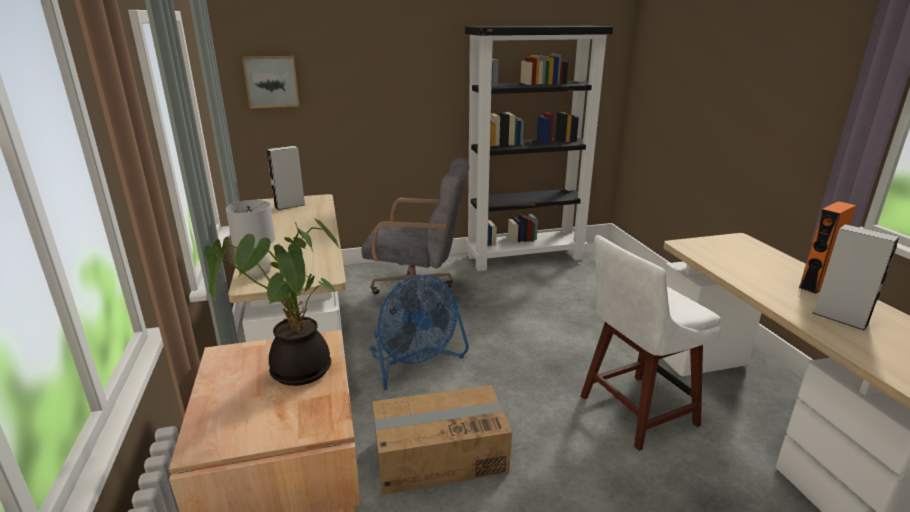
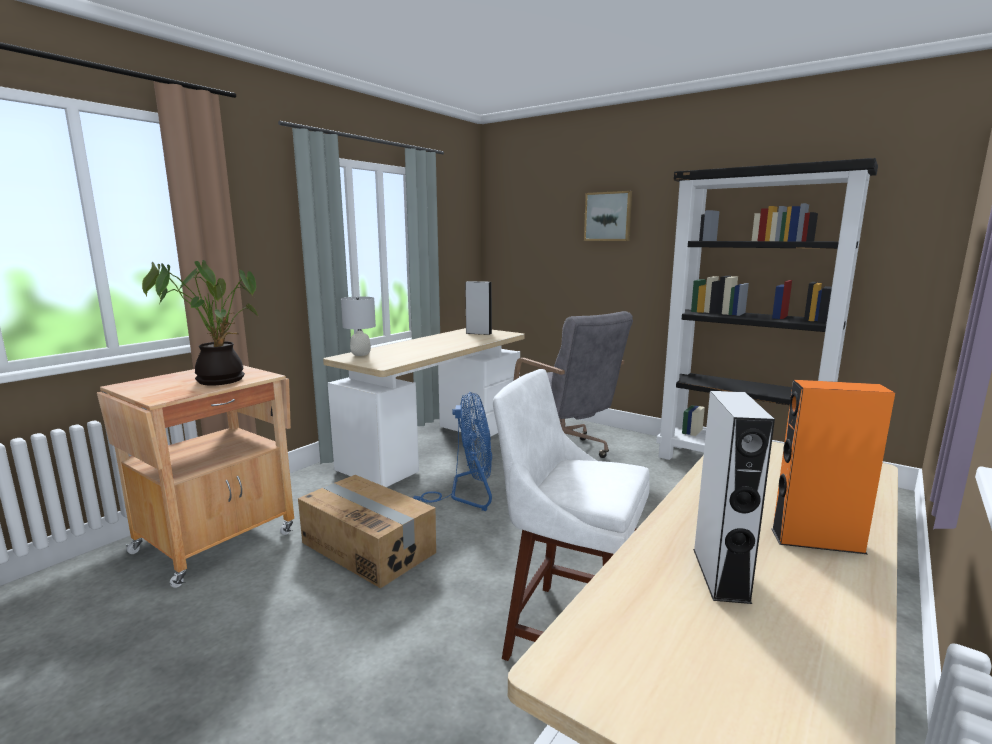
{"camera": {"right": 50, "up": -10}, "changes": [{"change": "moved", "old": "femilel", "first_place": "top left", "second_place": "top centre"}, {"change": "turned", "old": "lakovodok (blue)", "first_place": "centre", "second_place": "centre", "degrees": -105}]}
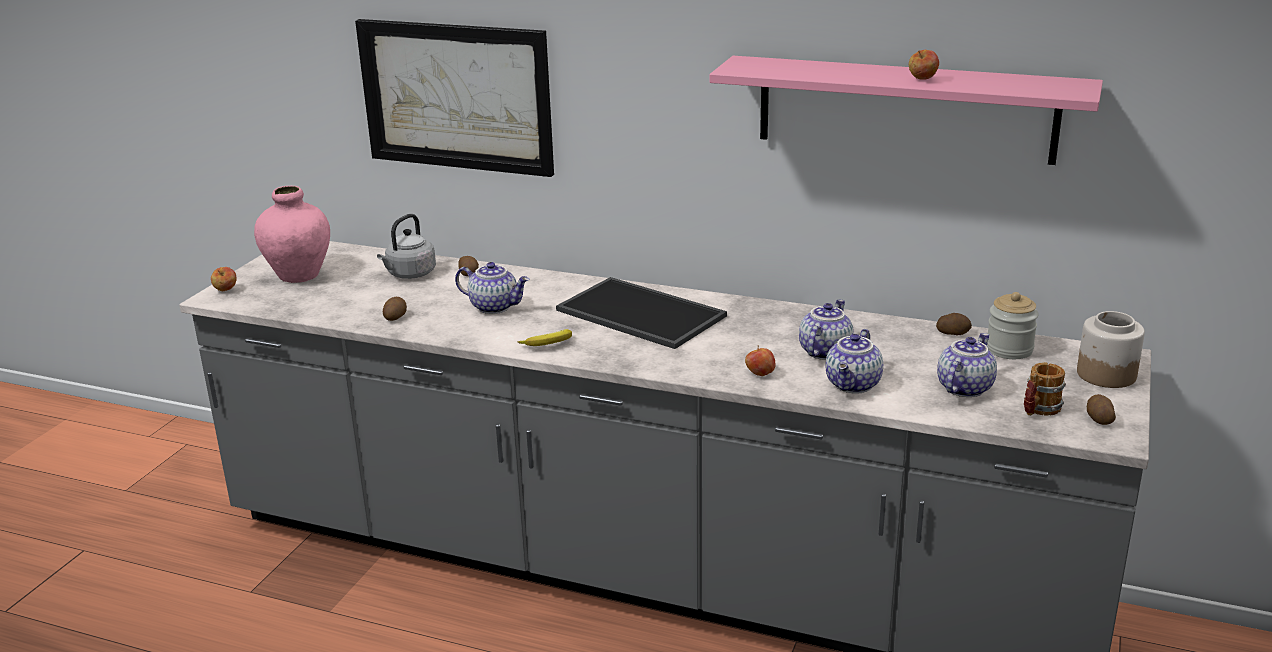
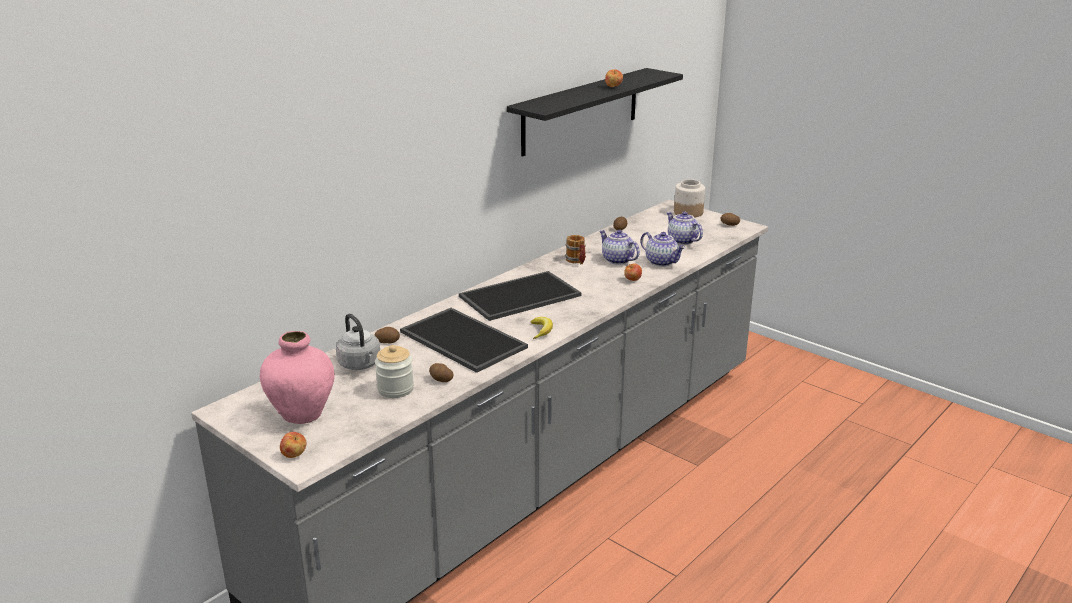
{"camera": {"right": -70, "up": 0}, "changes": [{"change": "removed", "old": "femilel", "first_place": "top centre"}, {"change": "moved", "old": "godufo (1st from left)", "first_place": "middle right", "second_place": "centre"}, {"change": "moved", "old": "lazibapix", "first_place": "middle right", "second_place": "centre"}, {"change": "replaced", "old": "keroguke (1st from left)", "new": "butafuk (1st from left)", "first_place": "centre", "second_place": "centre"}, {"change": "recoloured", "old": "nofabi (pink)", "new": "nofabi (black)", "first_place": "top right", "second_place": "top centre"}]}
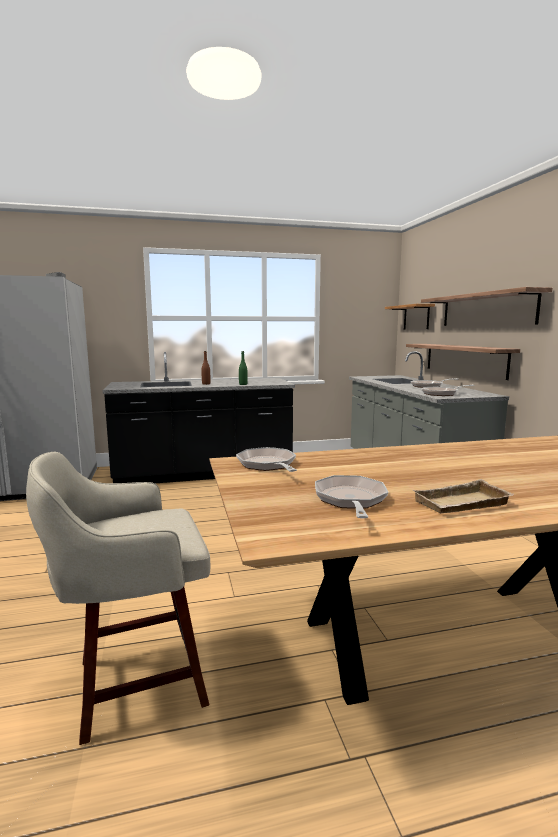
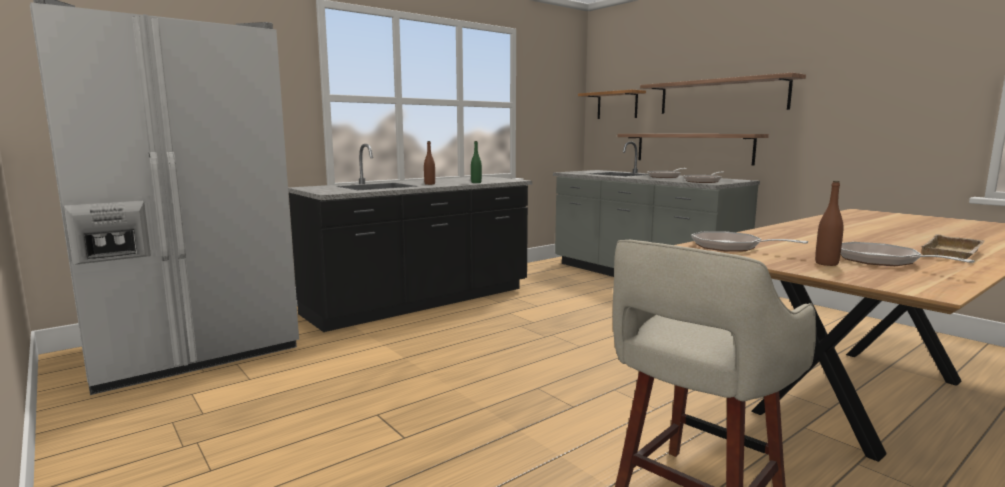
{"camera": {"right": -25, "up": 0}, "changes": [{"change": "added", "new": "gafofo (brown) (2nd from left)", "second_place": "middle right"}]}
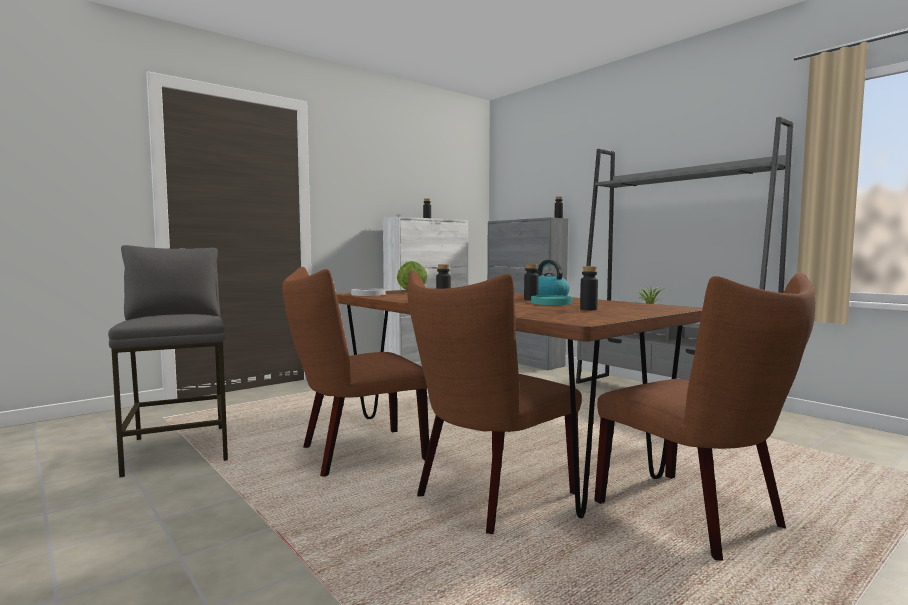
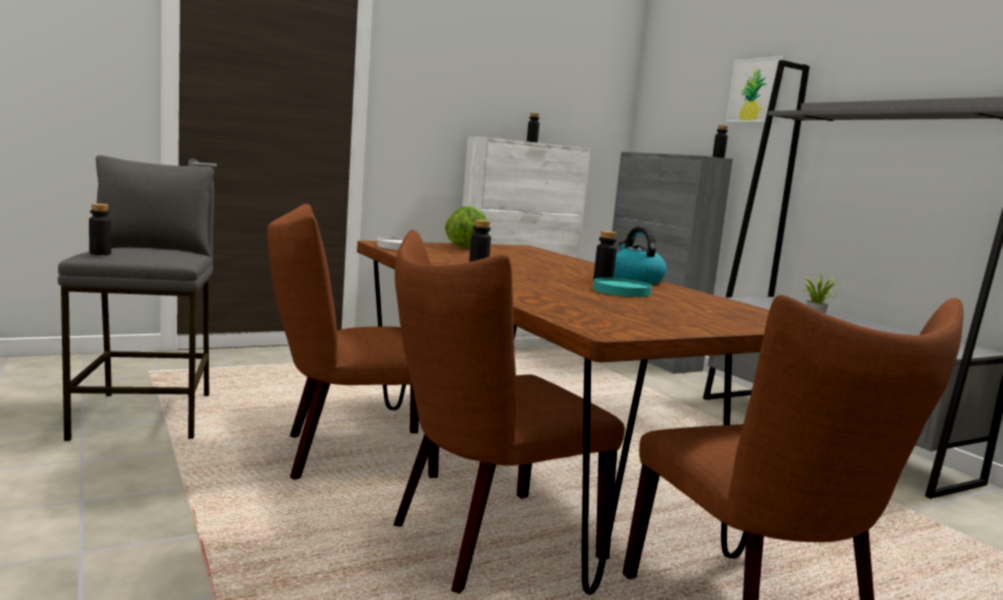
{"camera": {"right": 10, "up": 5}, "changes": [{"change": "added", "new": "femilel", "second_place": "top right"}, {"change": "moved", "old": "gafofo (black) (5th from left in the first image)", "new": "gafofo (black) (1st from left)", "first_place": "centre", "second_place": "middle left"}]}
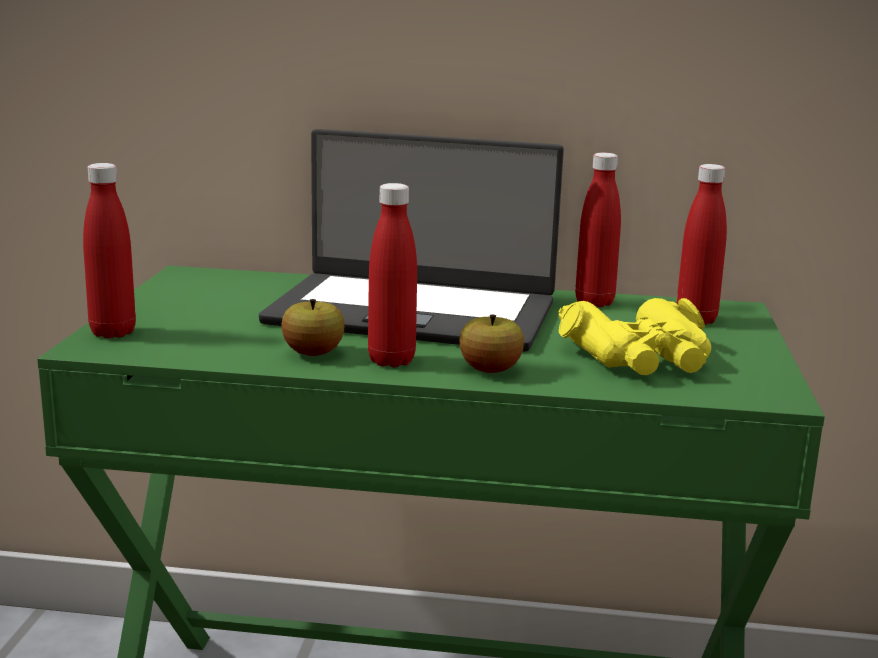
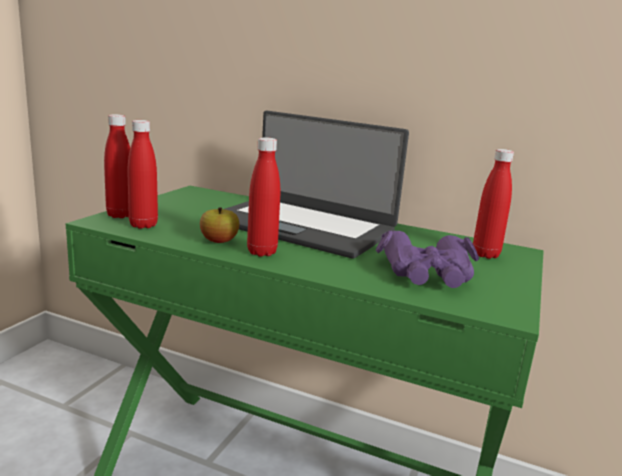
{"camera": {"right": 15, "up": 0}, "changes": [{"change": "removed", "old": "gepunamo (2nd from left)", "first_place": "centre"}, {"change": "moved", "old": "gafofo (red) (3rd from left in the first image)", "new": "gafofo (red) (2nd from left)", "first_place": "middle right", "second_place": "middle left"}, {"change": "recoloured", "old": "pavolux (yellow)", "new": "pavolux (purple)", "first_place": "middle right", "second_place": "middle right"}]}
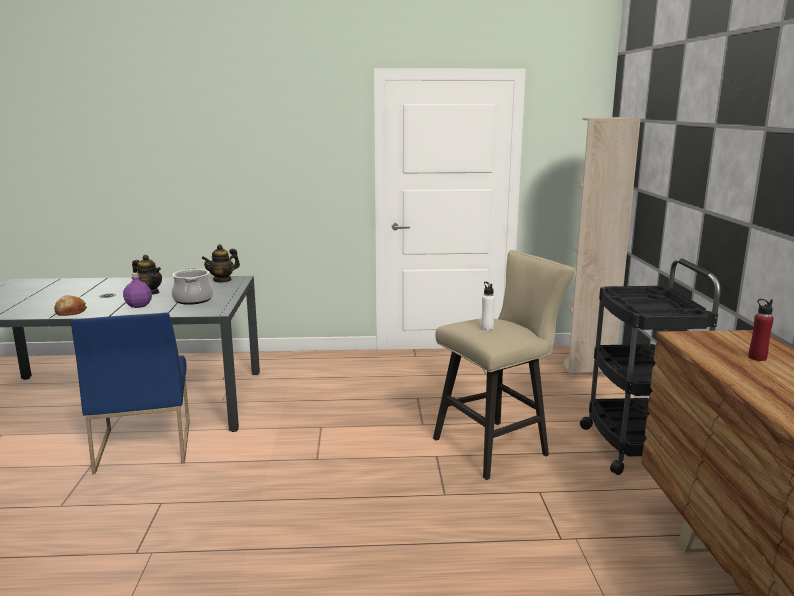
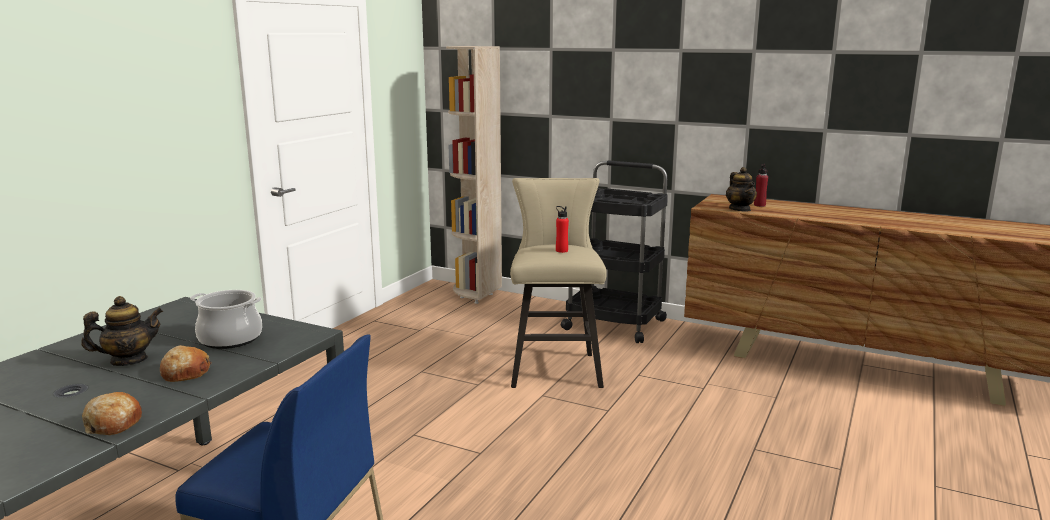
{"camera": {"right": -60, "up": 0}, "changes": [{"change": "moved", "old": "keroguke (2nd from left)", "first_place": "middle left", "second_place": "middle right"}, {"change": "replaced", "old": "gafofo (purple)", "new": "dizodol (2nd from left)", "first_place": "middle left", "second_place": "bottom left"}, {"change": "recoloured", "old": "gafofo (white)", "new": "gafofo (red) (1st from left)", "first_place": "centre", "second_place": "centre"}]}
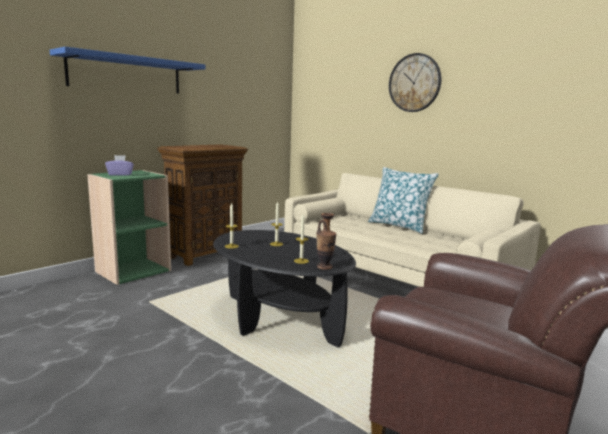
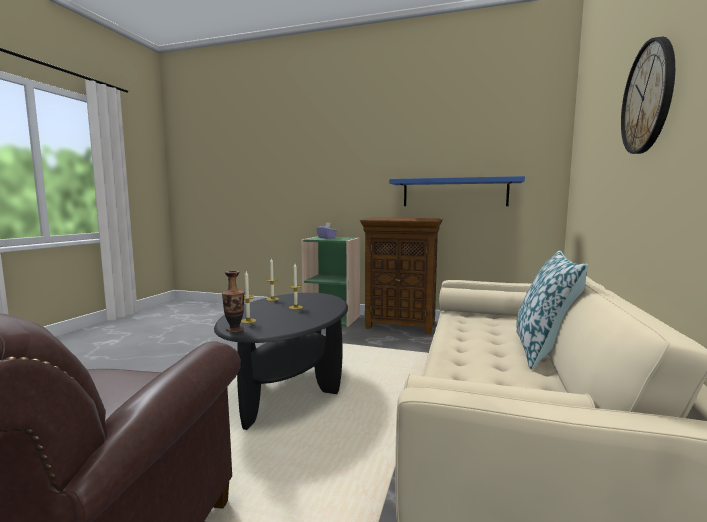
{"camera": {"right": 65, "up": -5}, "changes": [{"change": "moved", "old": "nofabi (blue)", "first_place": "top left", "second_place": "centre"}]}
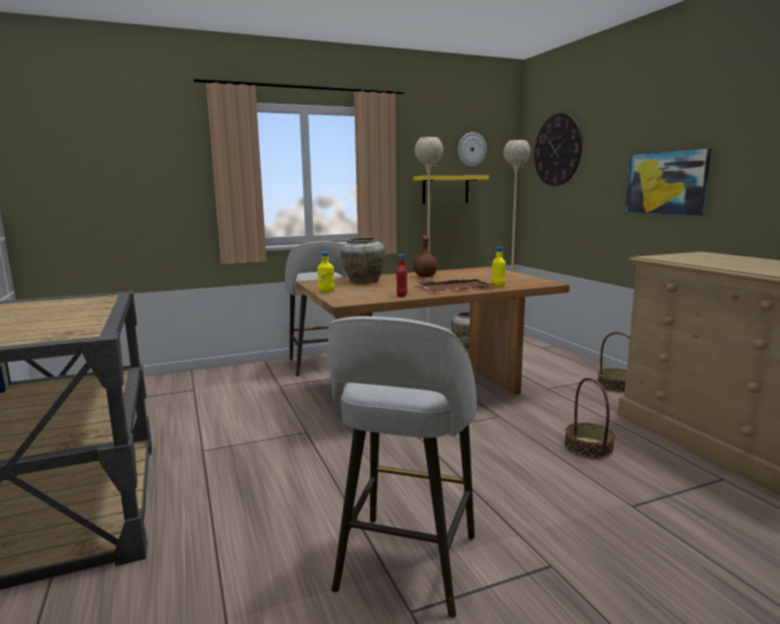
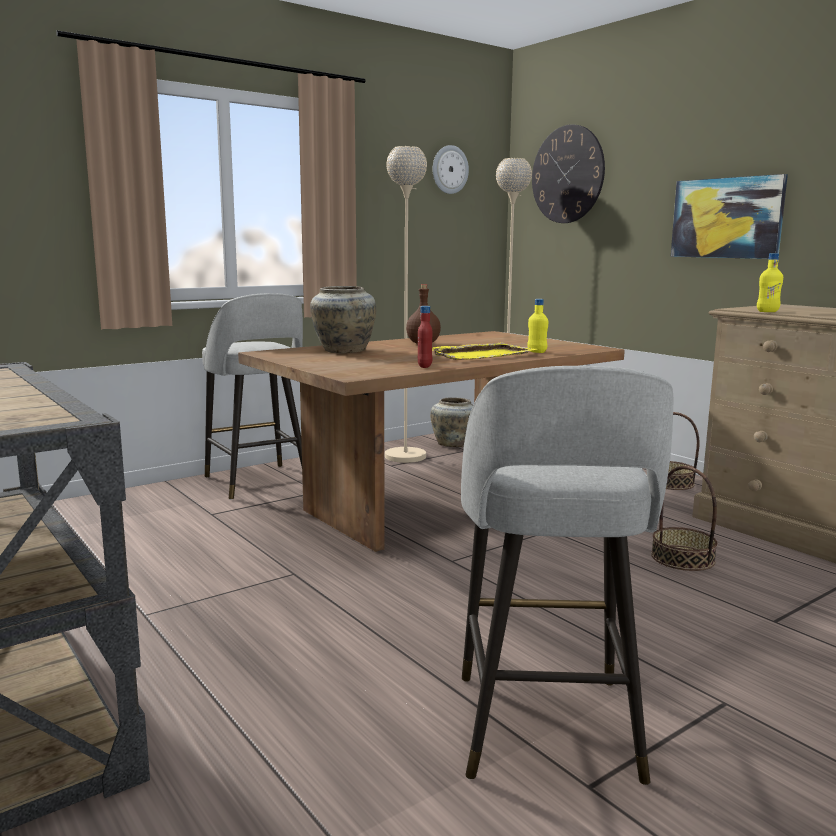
{"camera": {"right": -15, "up": 0}, "changes": [{"change": "removed", "old": "nofabi (yellow)", "first_place": "top centre"}, {"change": "moved", "old": "gafofo (yellow) (1st from left in the first image)", "new": "gafofo (yellow) (2nd from left)", "first_place": "centre", "second_place": "middle right"}, {"change": "recoloured", "old": "butafuk (brown)", "new": "butafuk (yellow)", "first_place": "centre", "second_place": "centre"}]}
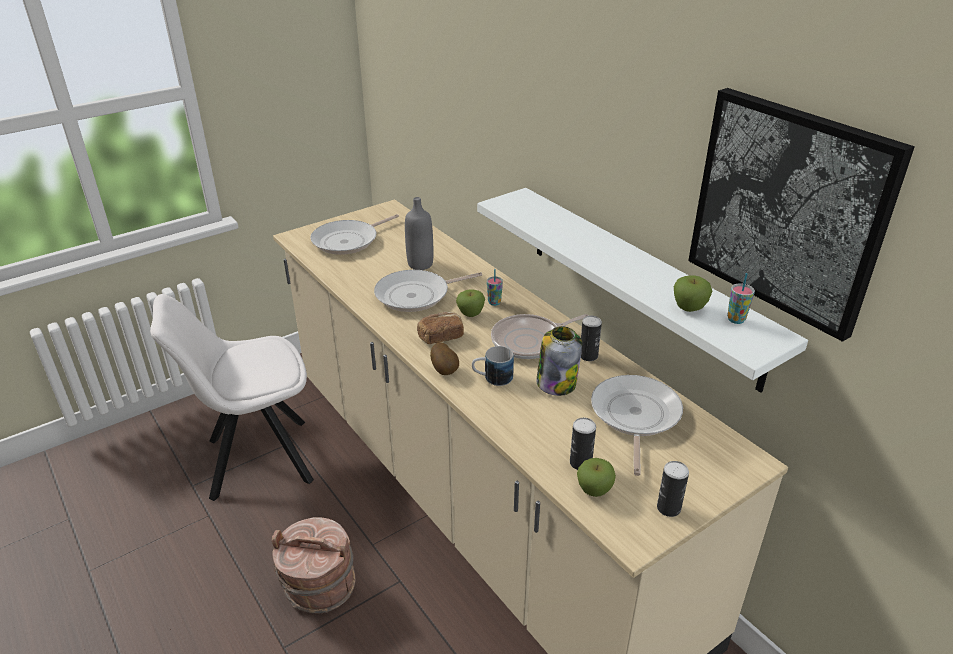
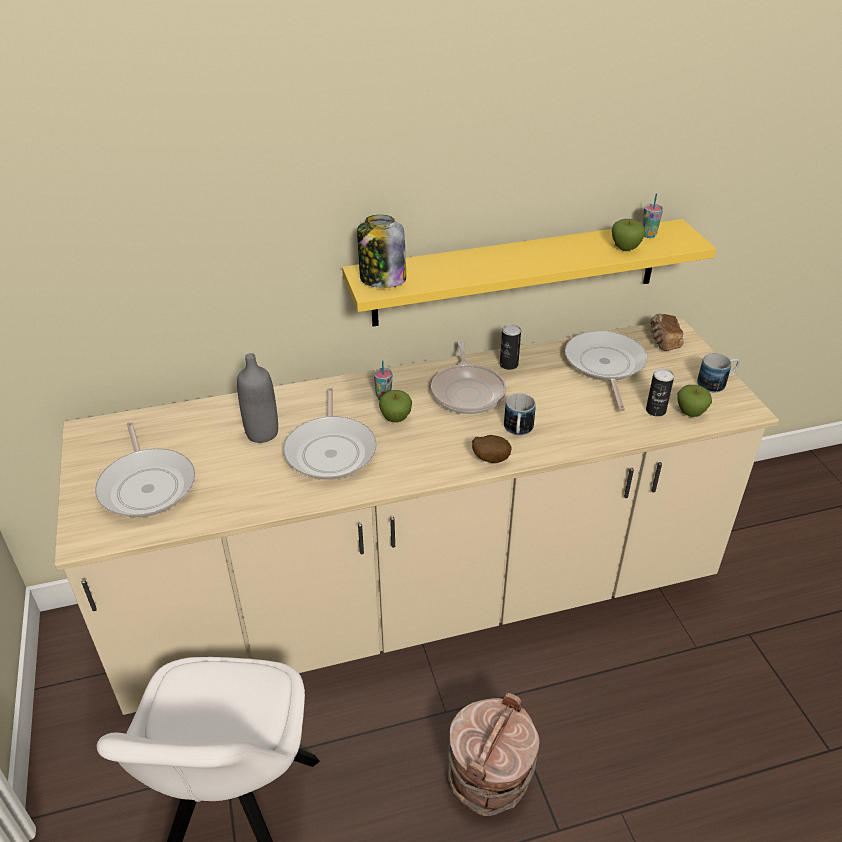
{"camera": {"right": -70, "up": 5}, "changes": [{"change": "removed", "old": "femilel", "first_place": "top right"}, {"change": "moved", "old": "dizodol", "first_place": "centre", "second_place": "middle right"}, {"change": "moved", "old": "godufo", "first_place": "centre", "second_place": "top centre"}, {"change": "replaced", "old": "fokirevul (3rd from left)", "new": "lazibapix (2nd from left)", "first_place": "bottom right", "second_place": "middle right"}, {"change": "recoloured", "old": "nofabi (white)", "new": "nofabi (yellow)", "first_place": "middle right", "second_place": "top centre"}, {"change": "turned", "old": "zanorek (4th from left)", "first_place": "middle right", "second_place": "middle right", "degrees": 60}]}
